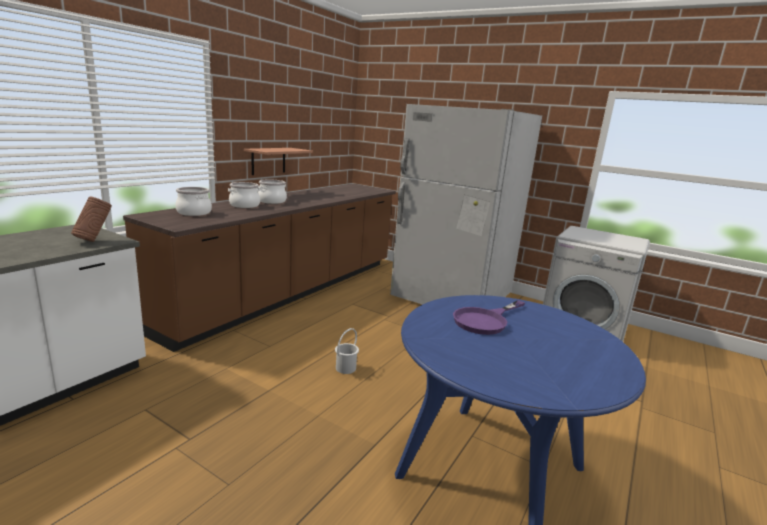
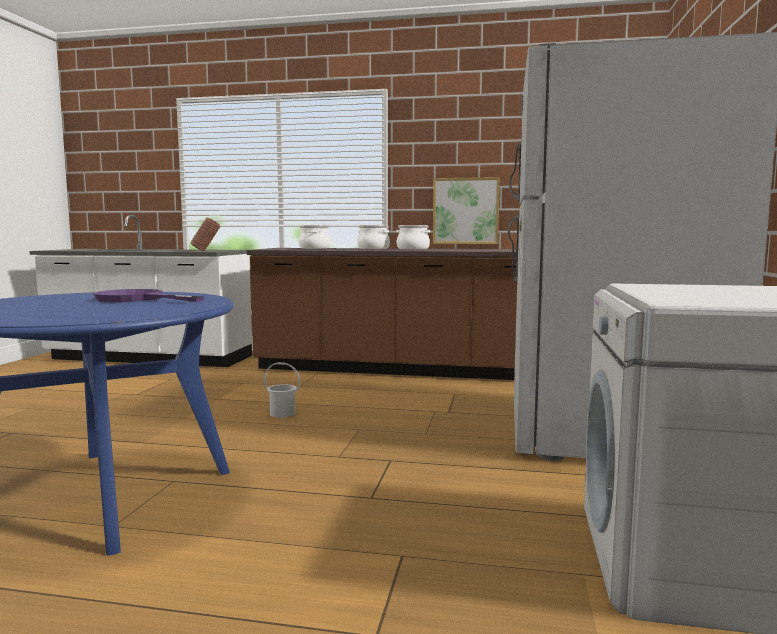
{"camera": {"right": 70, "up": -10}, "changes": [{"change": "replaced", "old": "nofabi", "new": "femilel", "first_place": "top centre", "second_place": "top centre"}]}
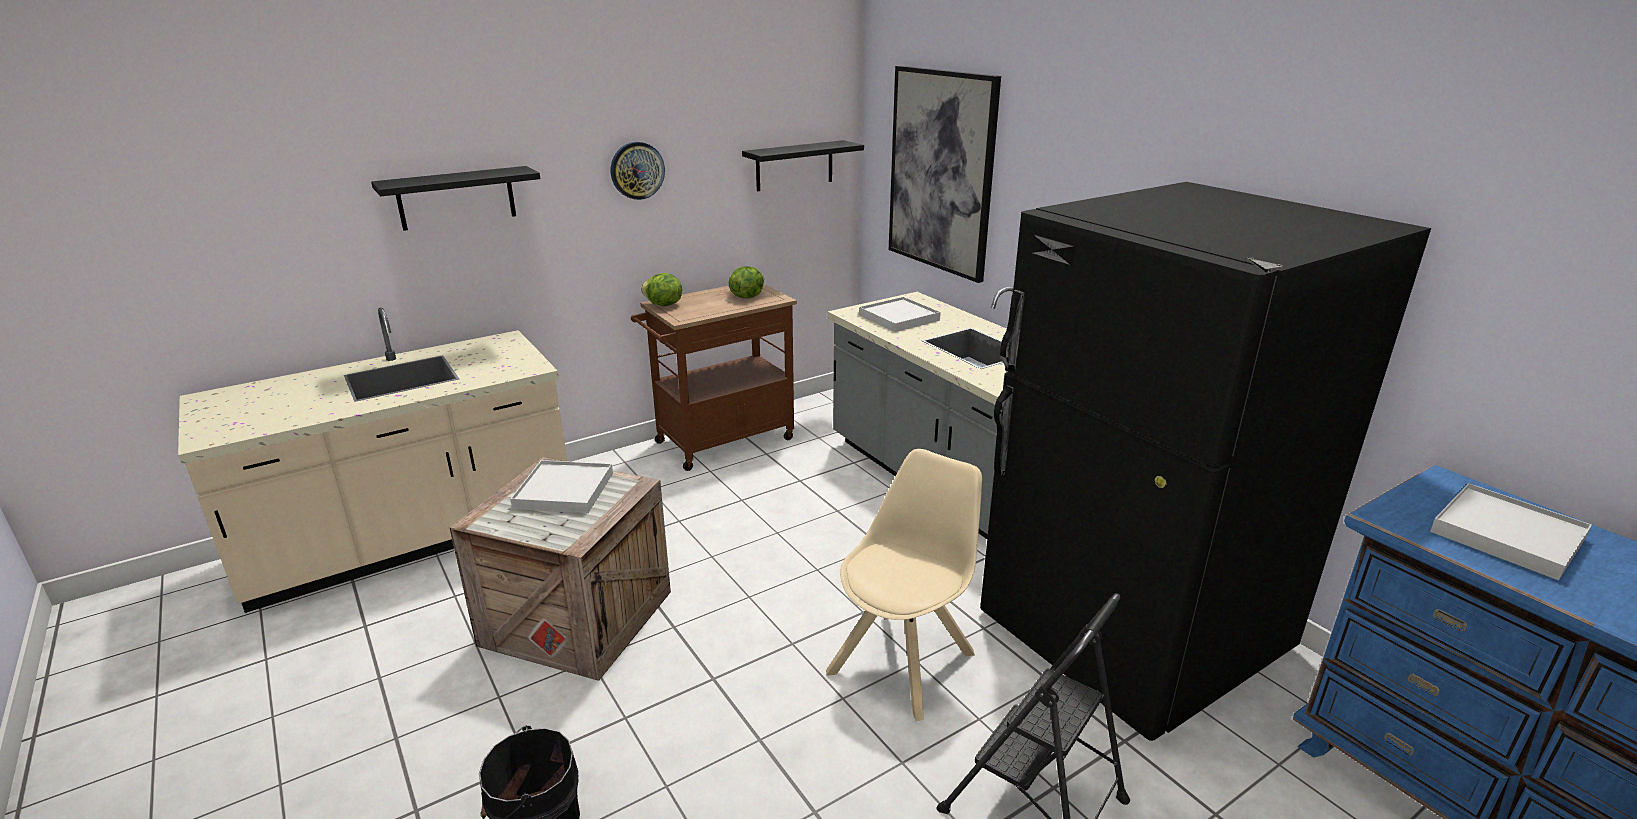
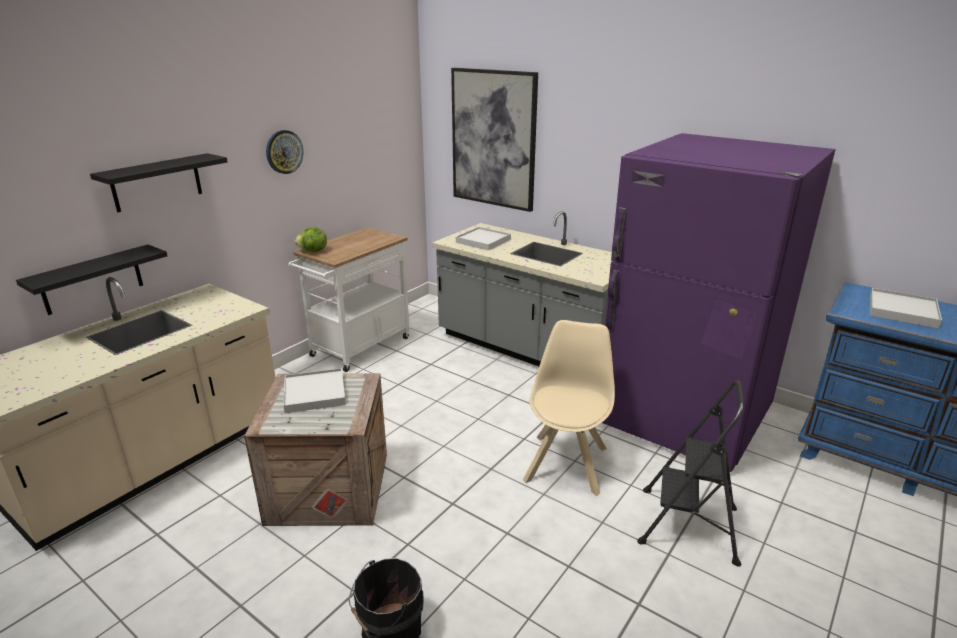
{"camera": {"right": -20, "up": 0}, "changes": [{"change": "removed", "old": "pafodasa (2nd from left)", "first_place": "centre"}, {"change": "moved", "old": "nofabi (black) (2nd from left in the first image)", "new": "nofabi (black) (1st from left)", "first_place": "top centre", "second_place": "middle left"}, {"change": "recoloured", "old": "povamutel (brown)", "new": "povamutel (white)", "first_place": "centre", "second_place": "centre"}, {"change": "recoloured", "old": "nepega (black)", "new": "nepega (purple)", "first_place": "middle right", "second_place": "middle right"}]}
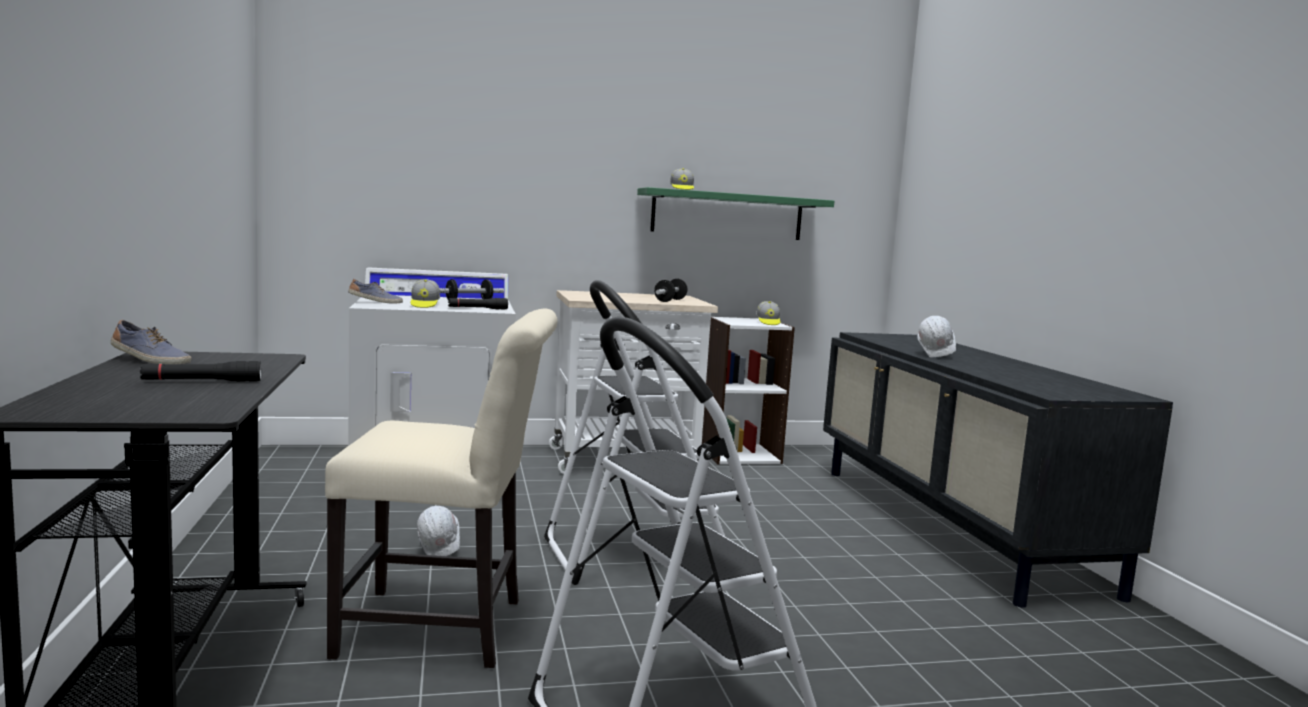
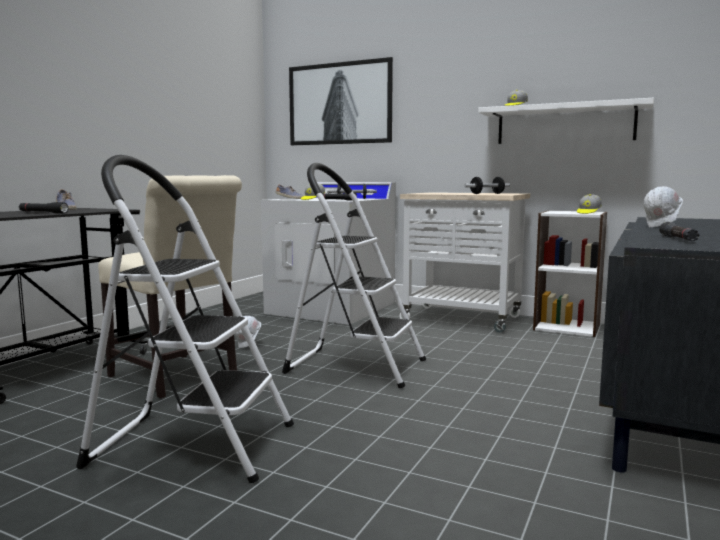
{"camera": {"right": 40, "up": 0}, "changes": [{"change": "added", "new": "femilel", "second_place": "top centre"}, {"change": "added", "new": "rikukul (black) (3rd from left)", "second_place": "middle right"}, {"change": "recoloured", "old": "nofabi (green)", "new": "nofabi (white)", "first_place": "top centre", "second_place": "top right"}]}
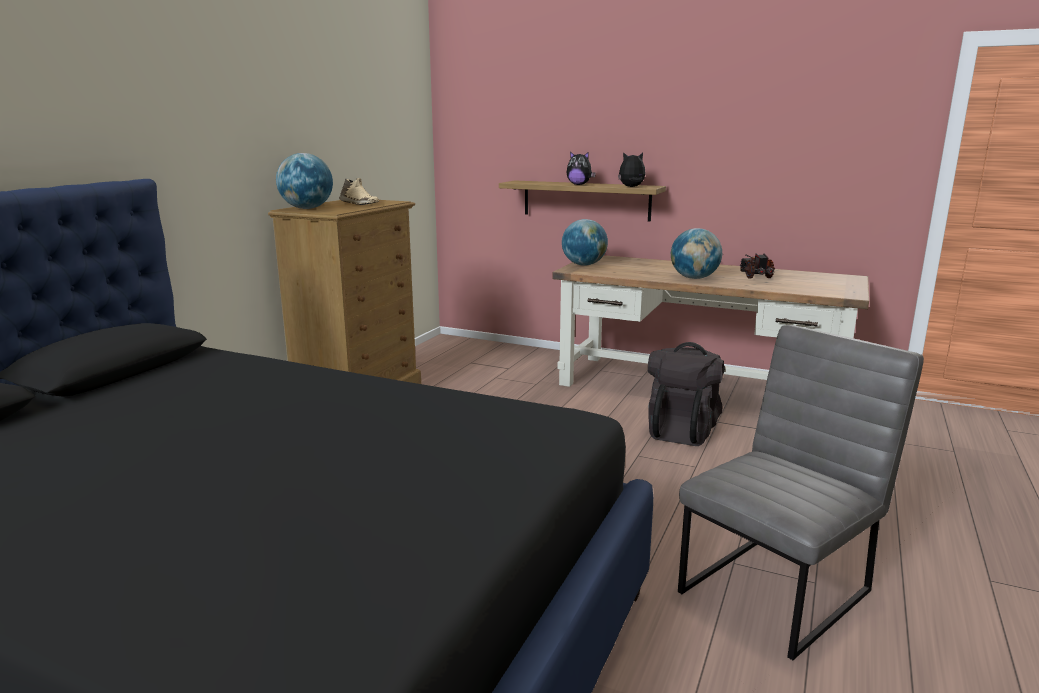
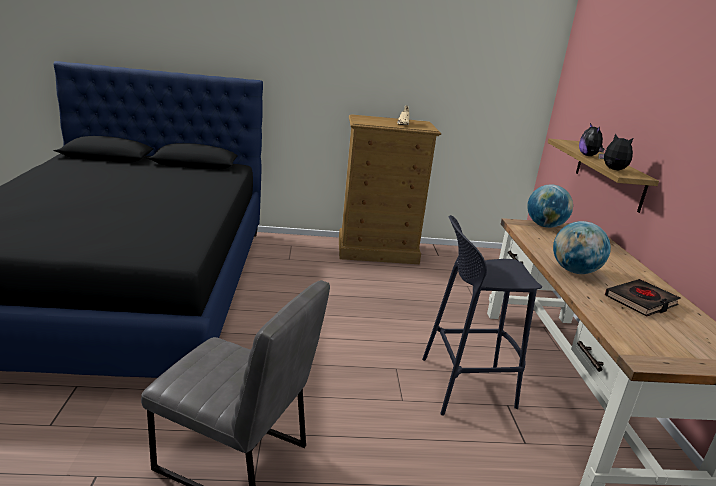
{"camera": {"right": 60, "up": 5}, "changes": [{"change": "removed", "old": "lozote (1st from left)", "first_place": "top left"}, {"change": "replaced", "old": "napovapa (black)", "new": "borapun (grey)", "first_place": "centre", "second_place": "middle right"}, {"change": "replaced", "old": "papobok", "new": "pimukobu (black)", "first_place": "middle right", "second_place": "middle right"}]}
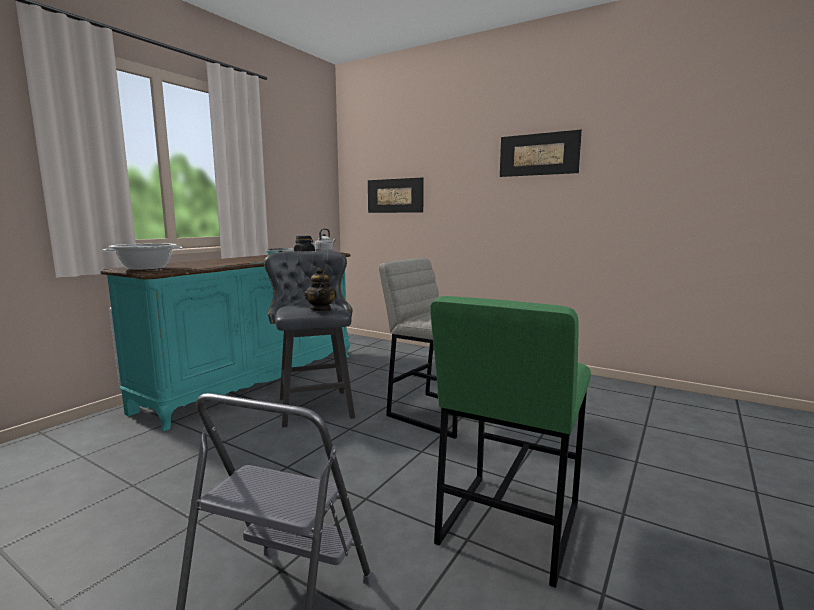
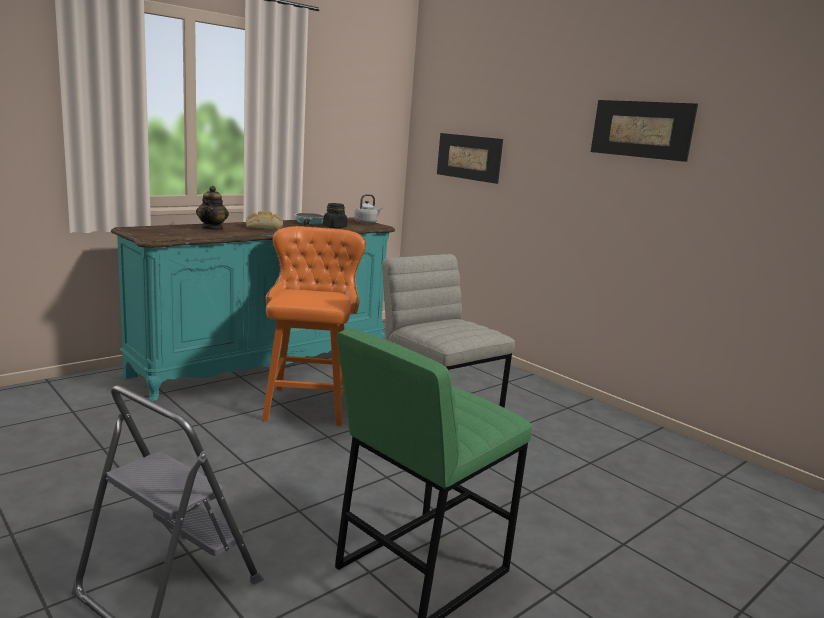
{"camera": {"right": 15, "up": 5}, "changes": [{"change": "removed", "old": "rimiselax", "first_place": "middle left"}, {"change": "added", "new": "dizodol", "second_place": "middle left"}, {"change": "moved", "old": "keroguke", "first_place": "centre", "second_place": "middle left"}, {"change": "recoloured", "old": "borapun (grey)", "new": "borapun (orange)", "first_place": "centre", "second_place": "centre"}]}
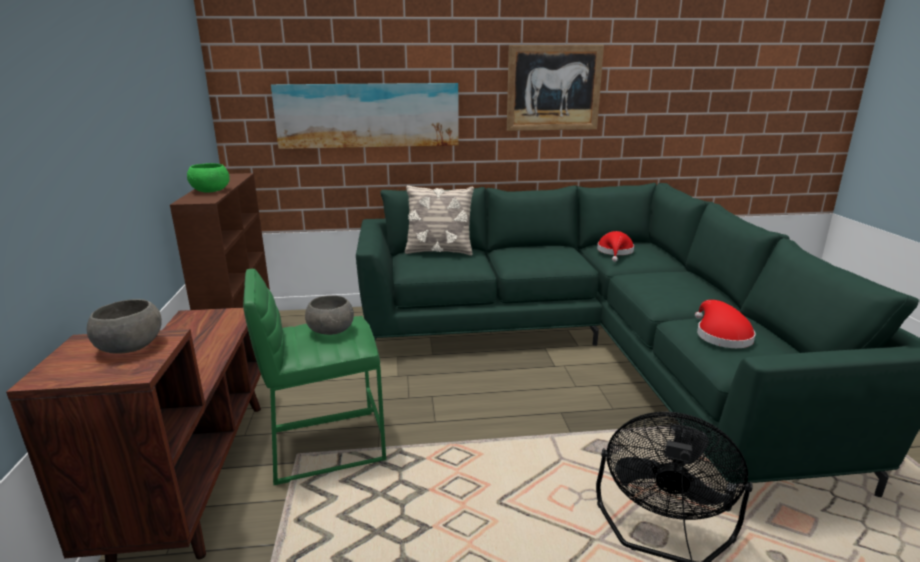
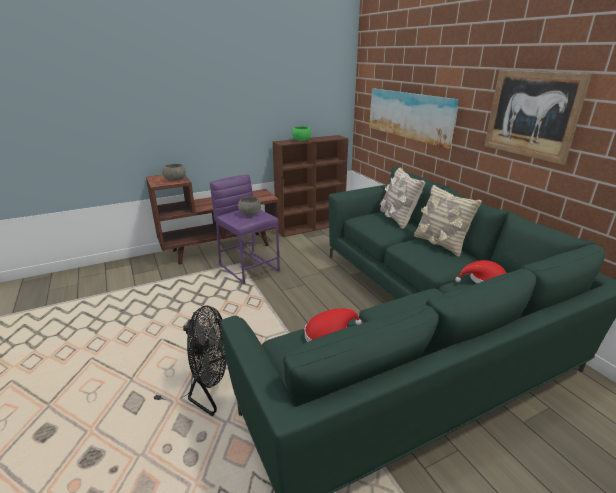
{"camera": {"right": 70, "up": 5}, "changes": [{"change": "added", "new": "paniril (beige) (2nd from left)", "second_place": "middle right"}, {"change": "recoloured", "old": "borapun (green)", "new": "borapun (purple)", "first_place": "bottom centre", "second_place": "centre"}]}
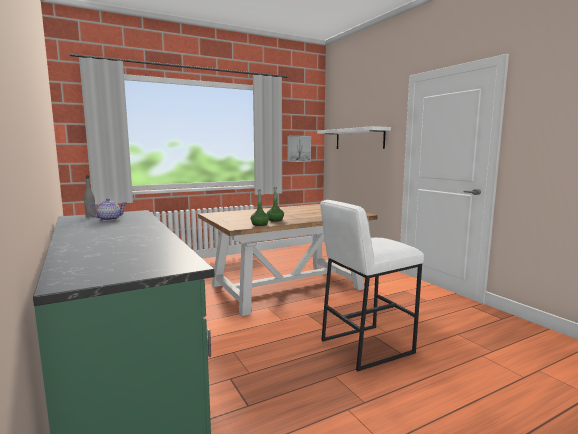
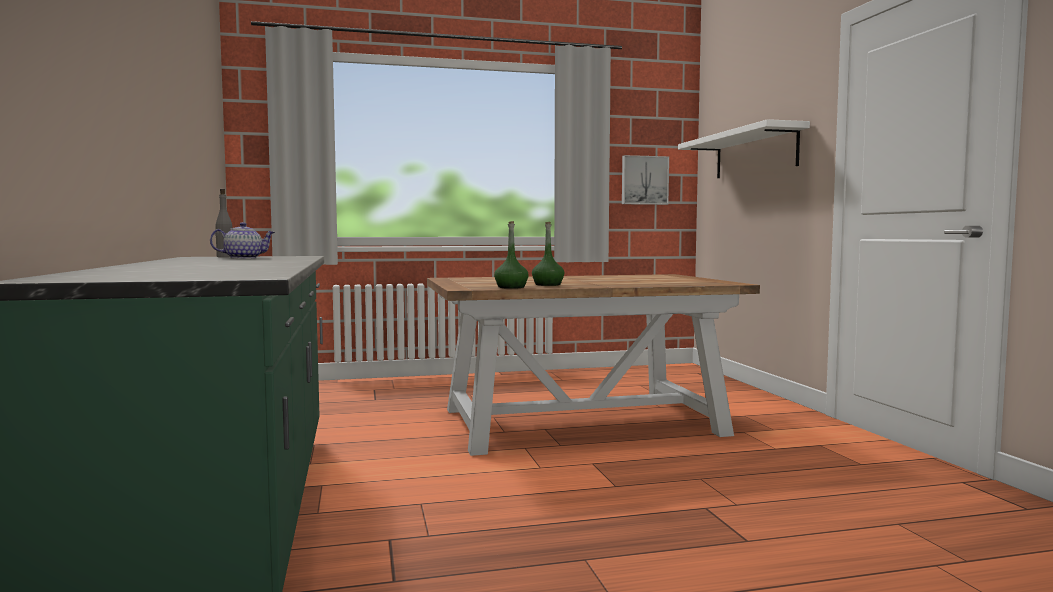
{"camera": {"right": 15, "up": -5}, "changes": [{"change": "removed", "old": "borapun (white)", "first_place": "centre"}]}
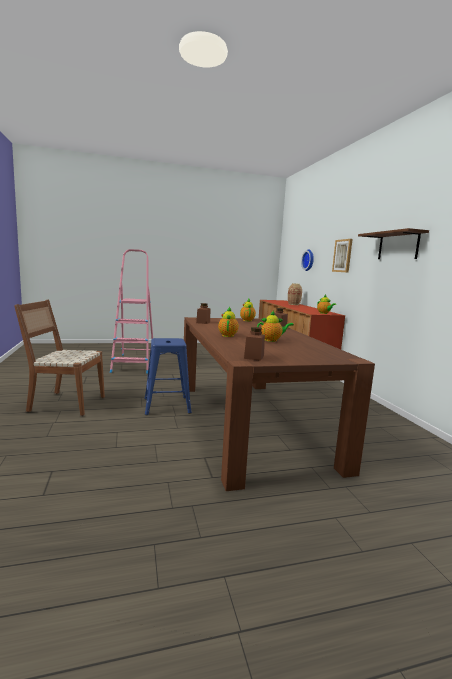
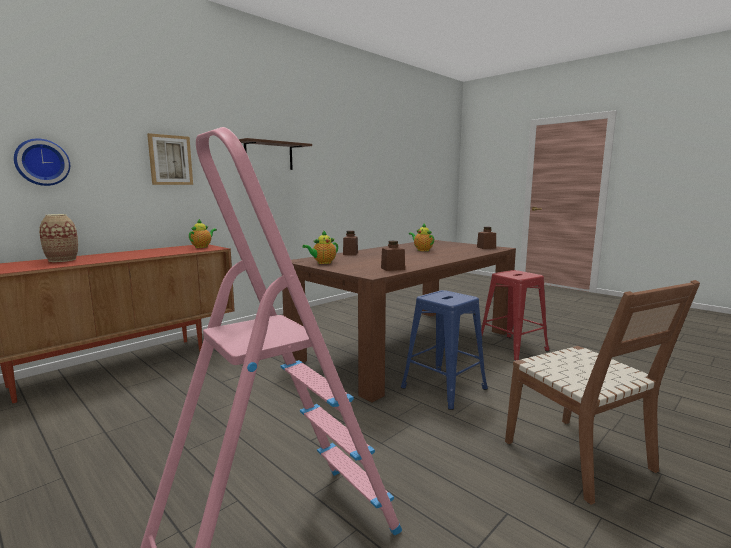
{"camera": {"right": -120, "up": 0}, "changes": [{"change": "removed", "old": "keroguke (1st from left)", "first_place": "centre"}, {"change": "added", "new": "borapun (red)", "second_place": "middle right"}]}
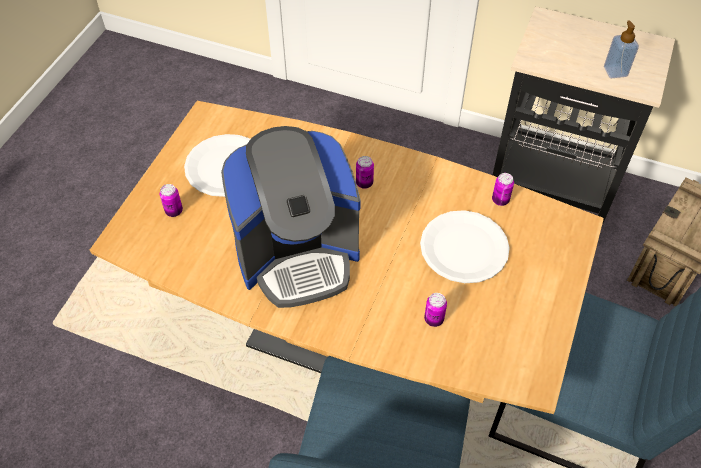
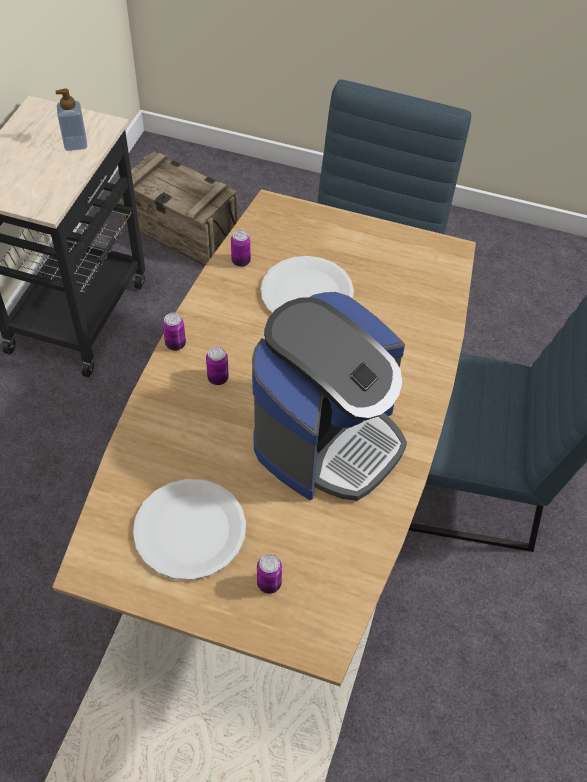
{"camera": {"right": -95, "up": 0}, "changes": [{"change": "moved", "old": "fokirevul (3rd from left in the first image)", "new": "fokirevul (1st from left)", "first_place": "centre", "second_place": "middle left"}, {"change": "turned", "old": "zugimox", "first_place": "centre", "second_place": "centre", "degrees": 60}]}
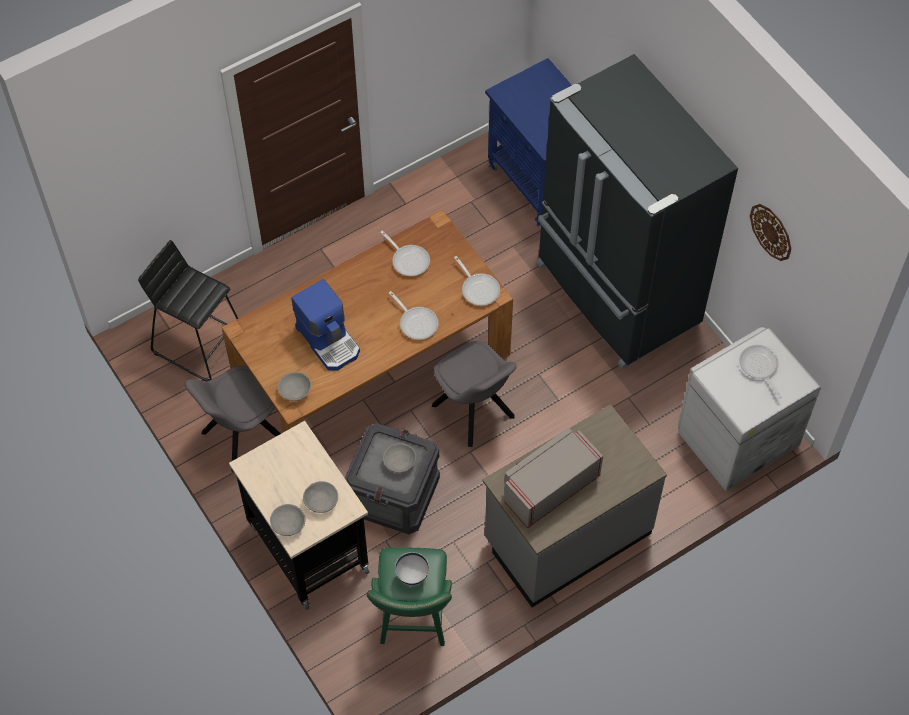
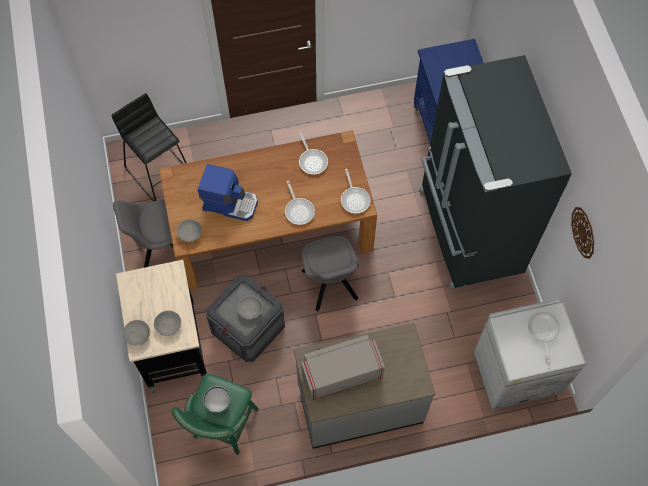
{"camera": {"right": 20, "up": 5}, "changes": [{"change": "turned", "old": "zugimox", "first_place": "centre", "second_place": "centre", "degrees": -60}]}
